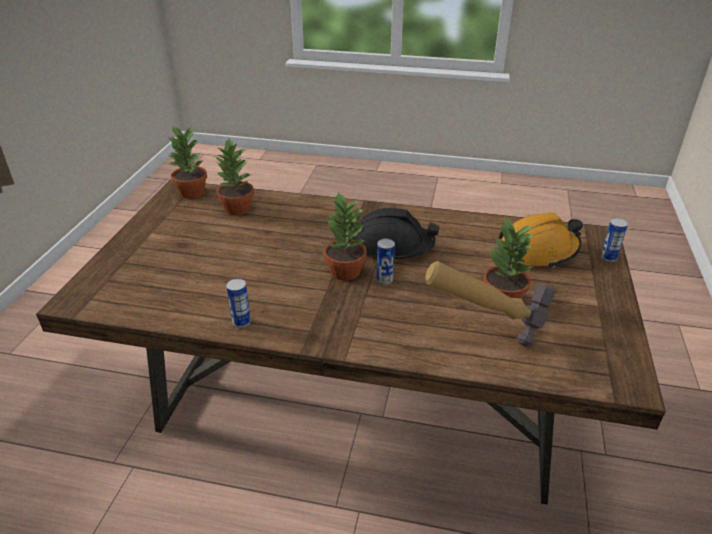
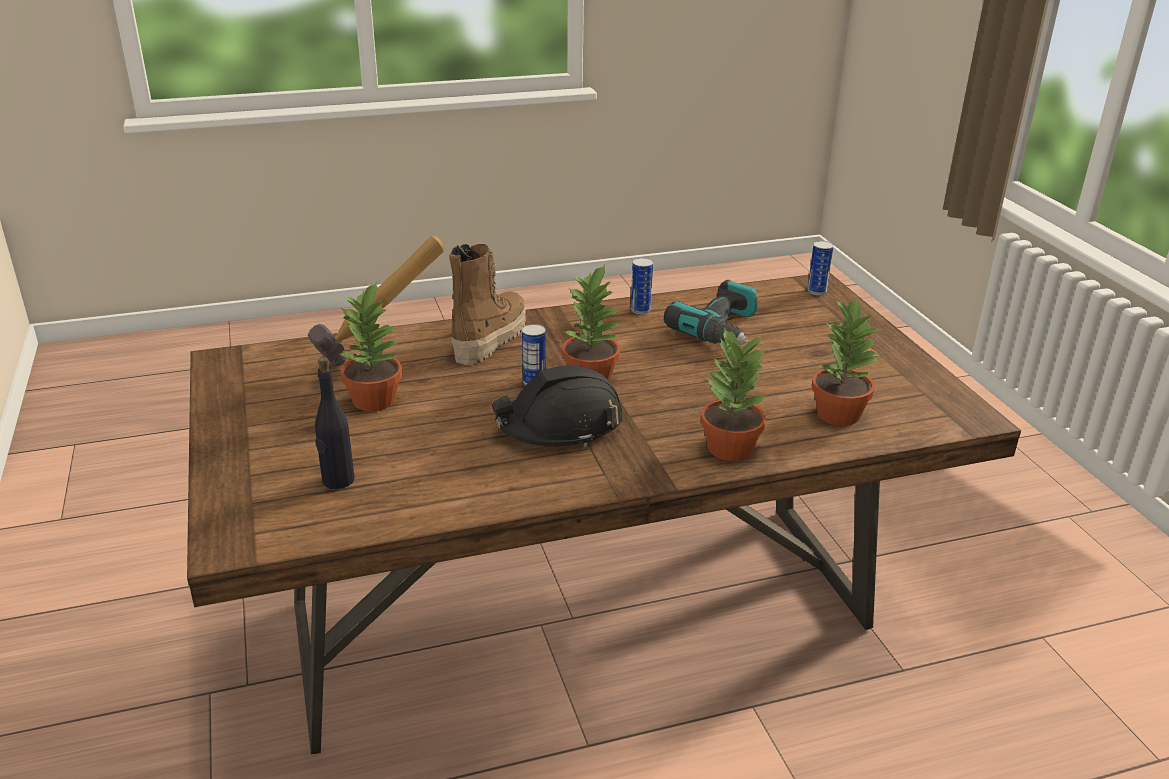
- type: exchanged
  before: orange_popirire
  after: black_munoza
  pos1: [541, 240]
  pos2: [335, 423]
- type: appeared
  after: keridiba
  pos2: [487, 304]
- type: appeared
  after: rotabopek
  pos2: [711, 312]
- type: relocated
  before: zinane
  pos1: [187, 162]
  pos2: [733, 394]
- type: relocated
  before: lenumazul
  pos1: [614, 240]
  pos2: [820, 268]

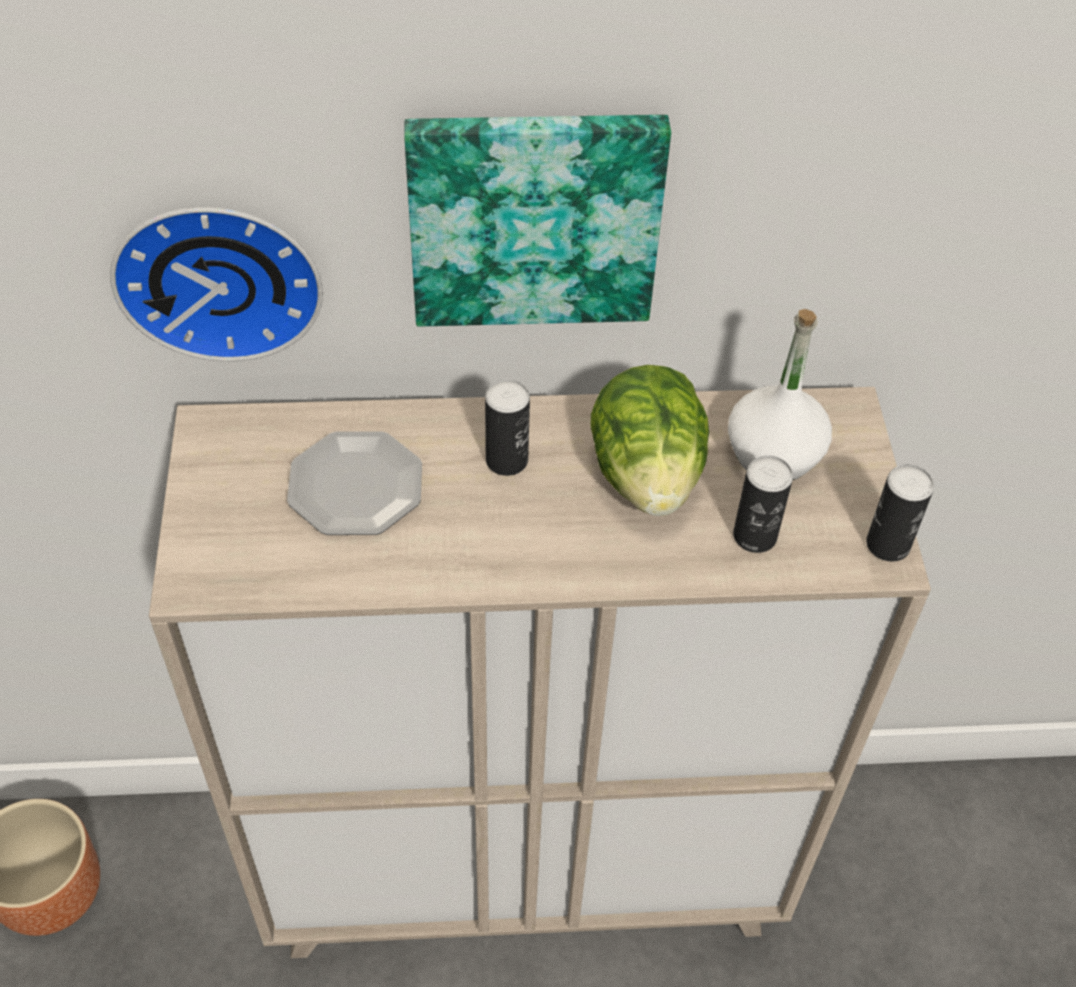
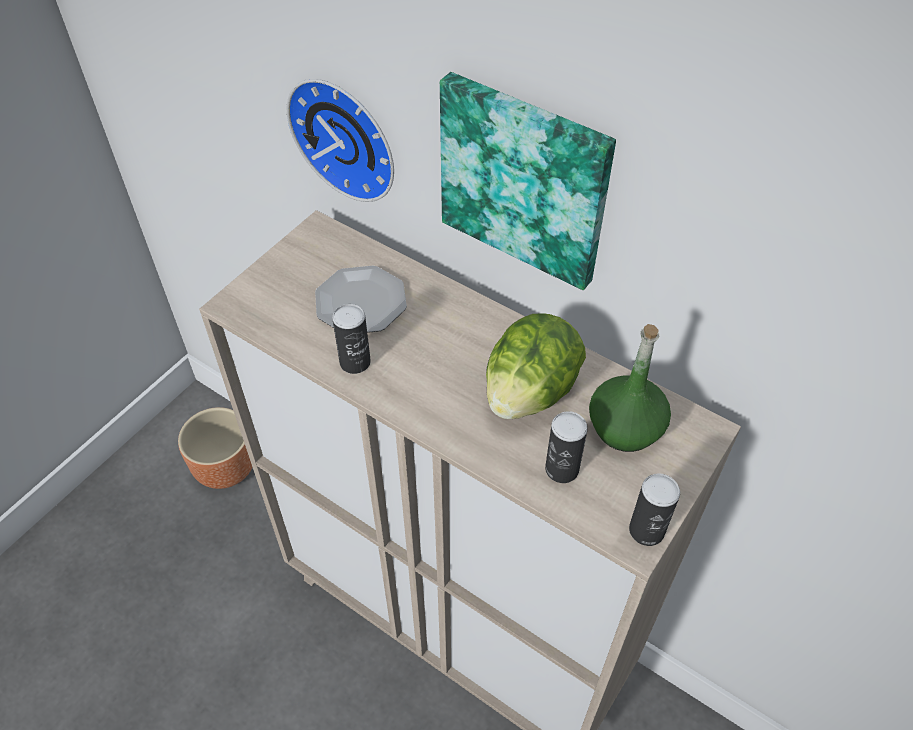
- type: relocated
  before: lenumazul
  pos1: [507, 427]
  pos2: [351, 339]
- type: colour
  before: white_munoza
  after: green_munoza
  pos1: [780, 394]
  pos2: [630, 388]

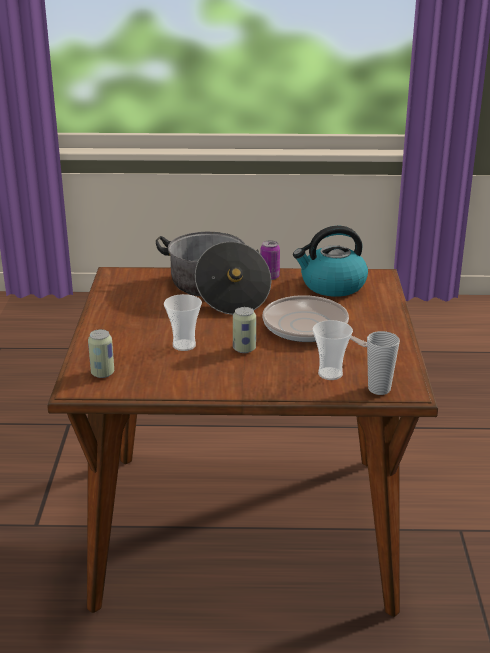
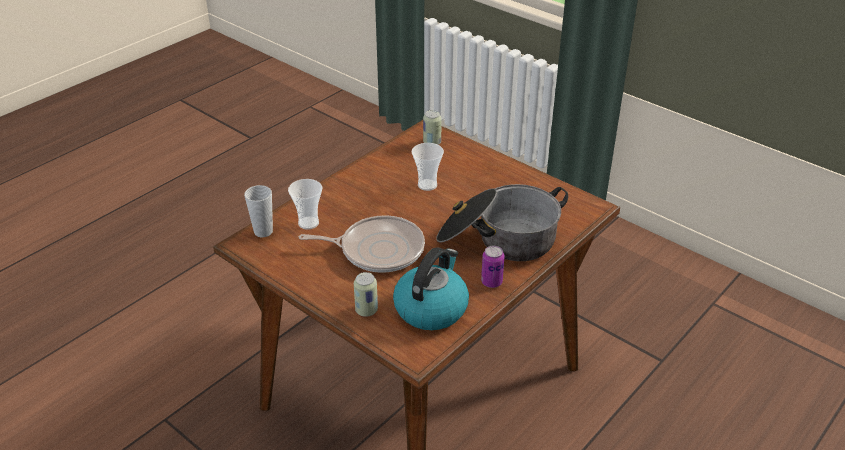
- type: relocated
  before: lenumazul
  pos1: [244, 330]
  pos2: [366, 294]

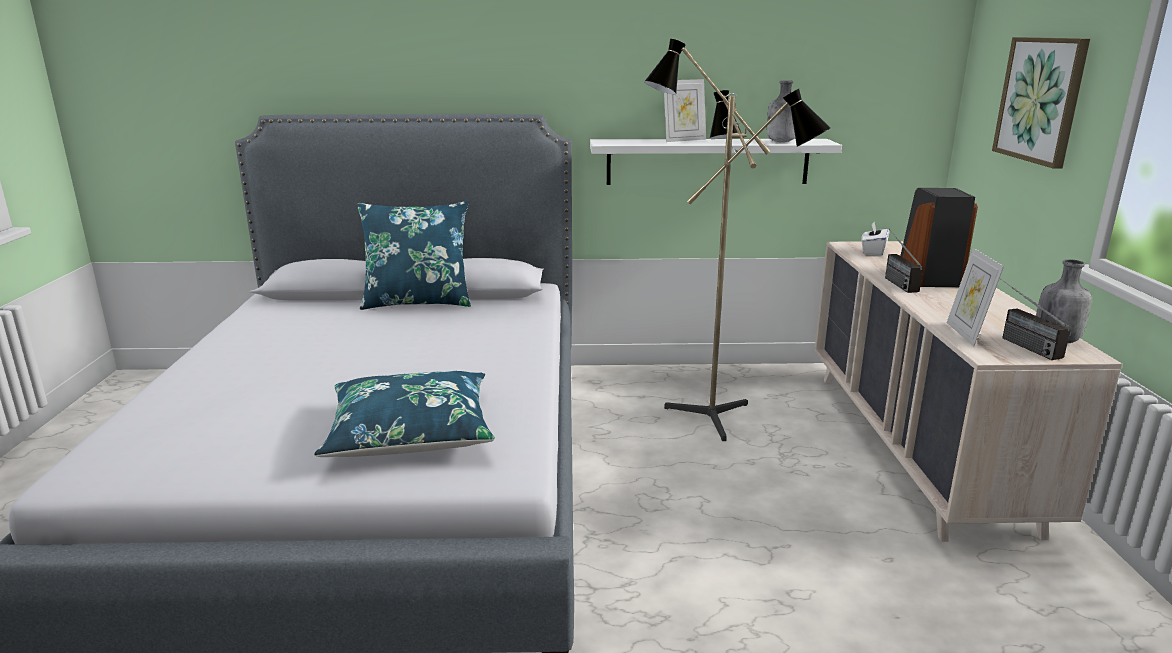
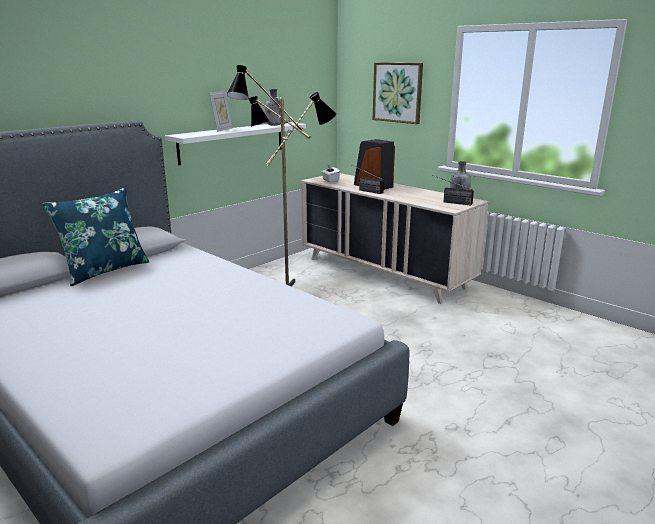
- type: missing
  before: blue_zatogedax
  pos1: [404, 414]
- type: missing
  before: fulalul
  pos1: [975, 297]

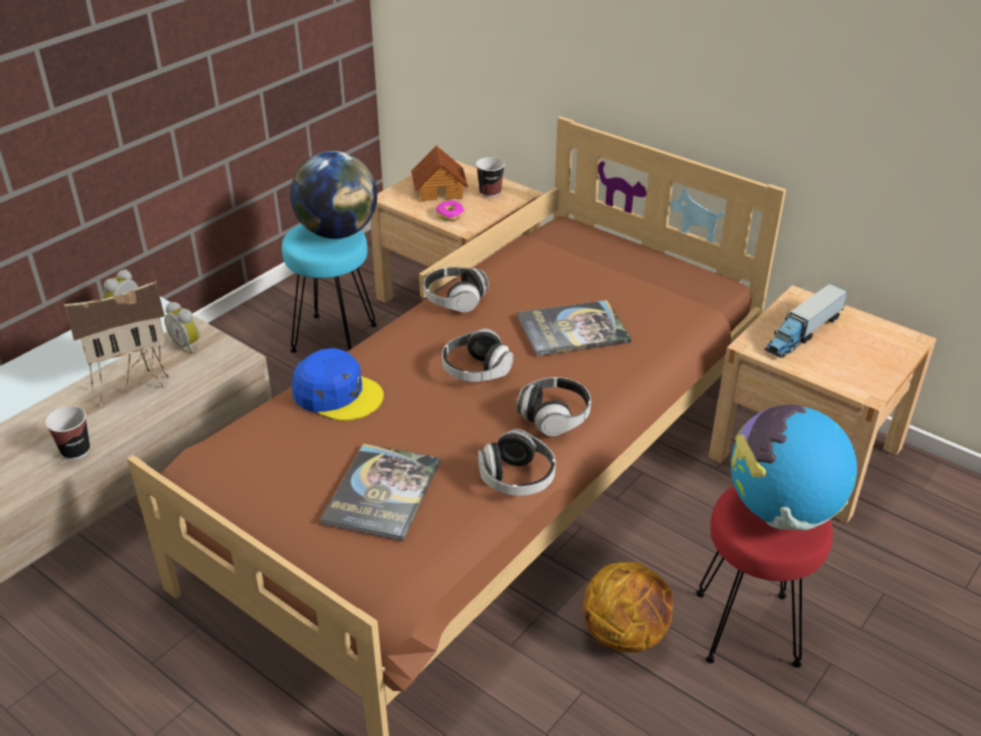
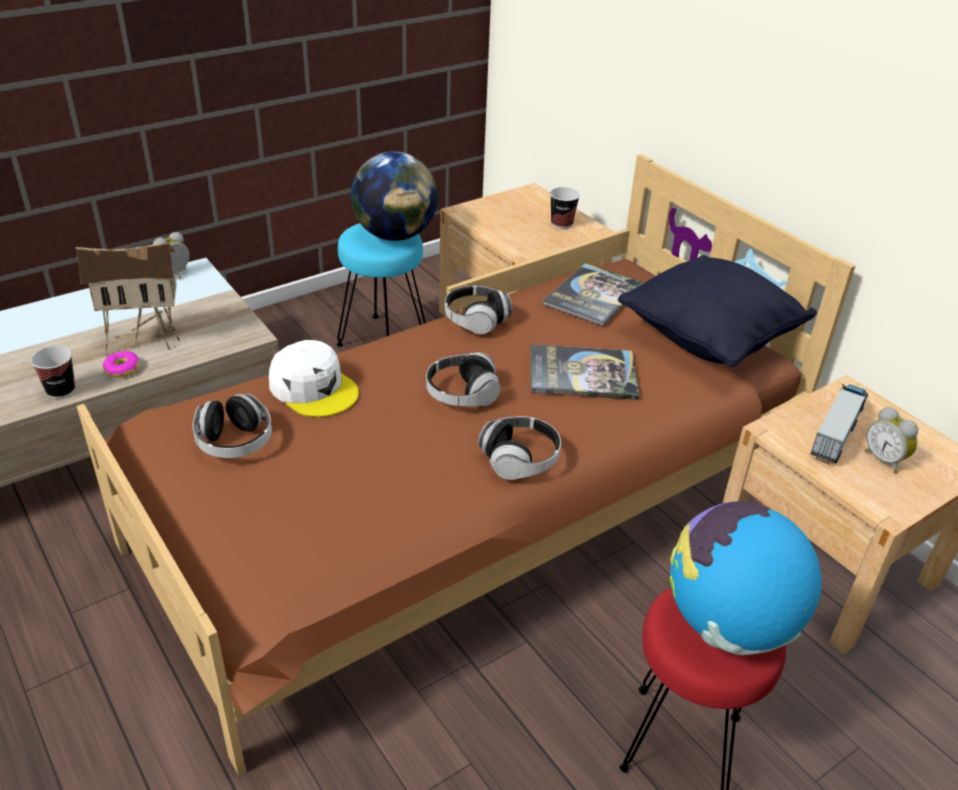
- type: relocated
  before: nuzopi
  pos1: [450, 210]
  pos2: [121, 364]
- type: relocated
  before: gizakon
  pos1: [517, 462]
  pos2: [232, 426]
- type: colour
  before: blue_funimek
  after: white_funimek
  pos1: [338, 384]
  pos2: [314, 378]
- type: relocated
  before: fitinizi
  pos1: [380, 492]
  pos2: [593, 294]
- type: appeared
  after: black_zatogedax
  pos2: [717, 311]
- type: spun
  before: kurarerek
  pos1: [806, 320]
  pos2: [839, 424]
  turn: 150
- type: relocated
  before: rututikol
  pos1: [182, 327]
  pos2: [891, 440]
- type: missing
  before: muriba
  pos1: [439, 173]
- type: missing
  before: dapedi
  pos1: [628, 607]

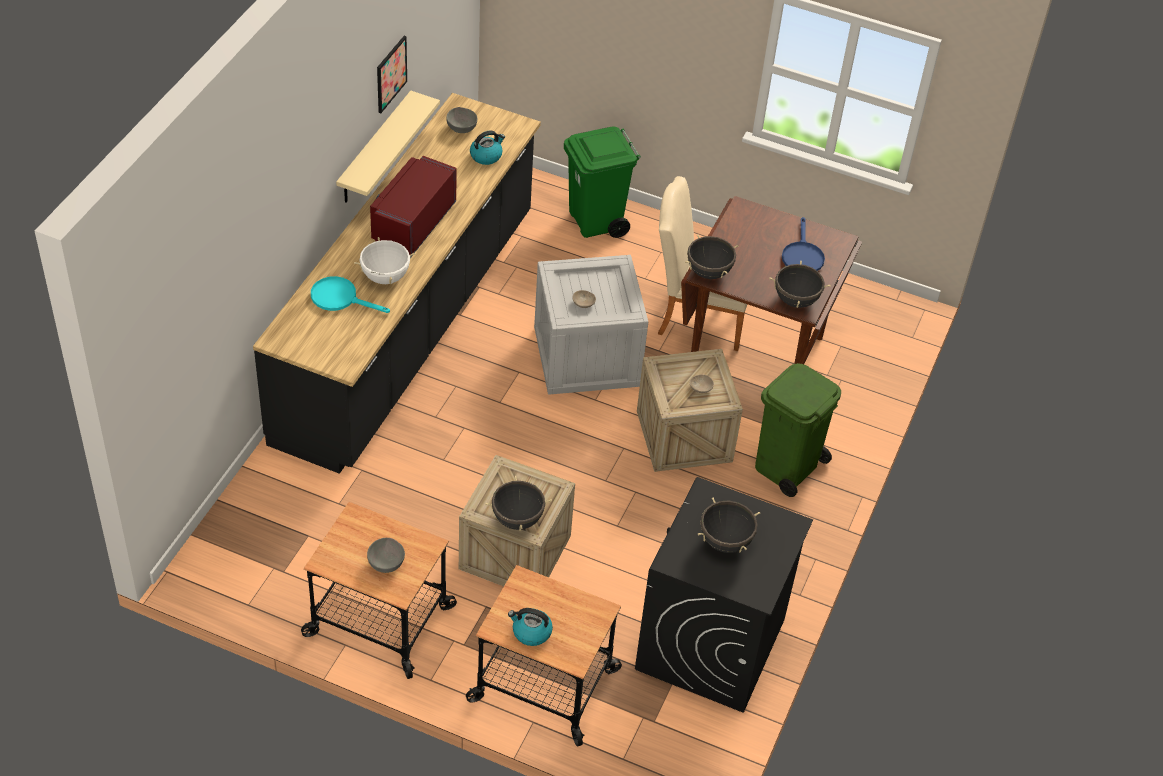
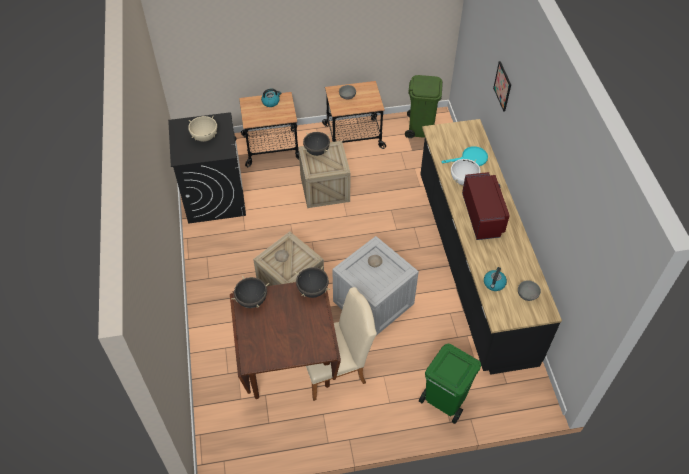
- type: colour
  before: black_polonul
  after: beige_polonul
  pos1: [729, 525]
  pos2: [202, 129]
- type: relocated
  before: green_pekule
  pos1: [798, 430]
  pos2: [424, 106]
- type: relocated
  before: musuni
  pos1: [392, 74]
  pos2: [502, 86]
- type: missing
  before: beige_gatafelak
  pos1: [388, 147]
- type: missing
  before: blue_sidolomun
  pos1: [803, 244]

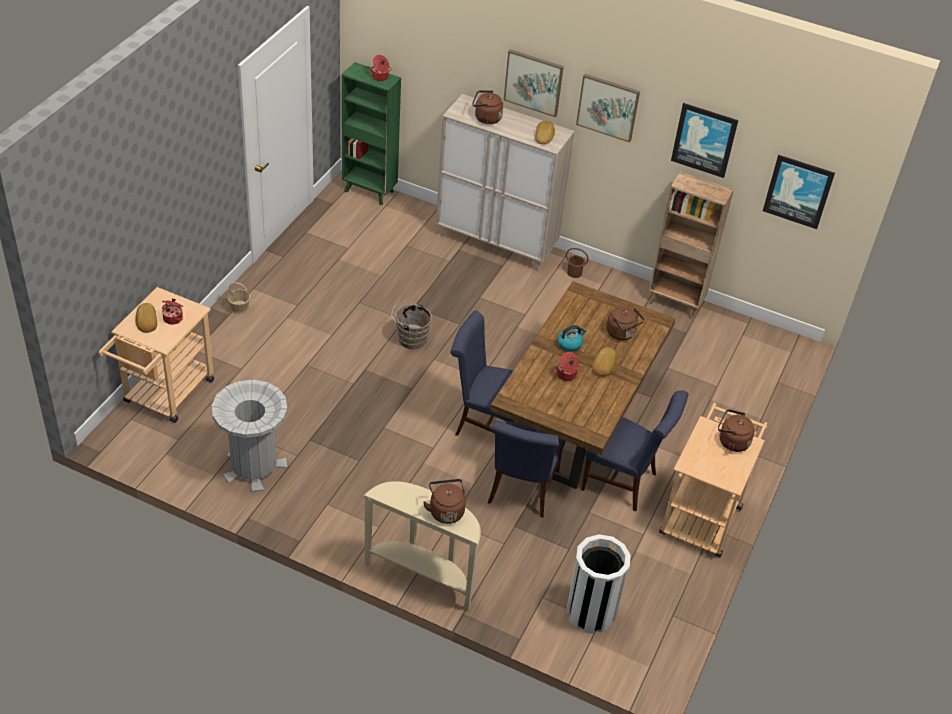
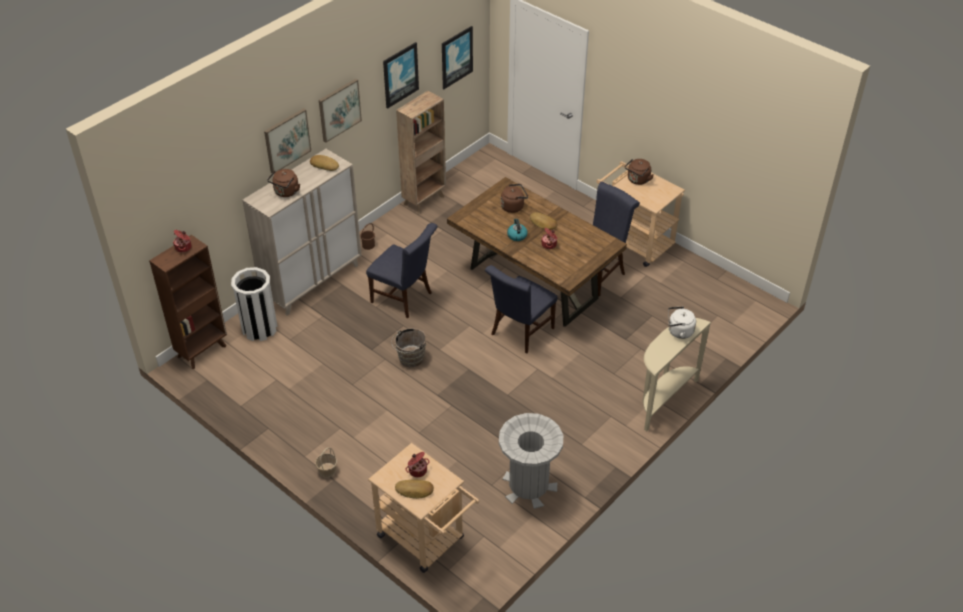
- type: colour
  before: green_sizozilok
  after: brown_sizozilok
  pos1: [371, 133]
  pos2: [188, 302]
- type: relocated
  before: white_pekule
  pos1: [598, 584]
  pos2: [254, 304]
- type: relocated
  before: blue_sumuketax
  pos1: [527, 469]
  pos2: [402, 270]
- type: colour
  before: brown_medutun
  after: white_medutun
  pos1: [444, 501]
  pos2: [682, 322]

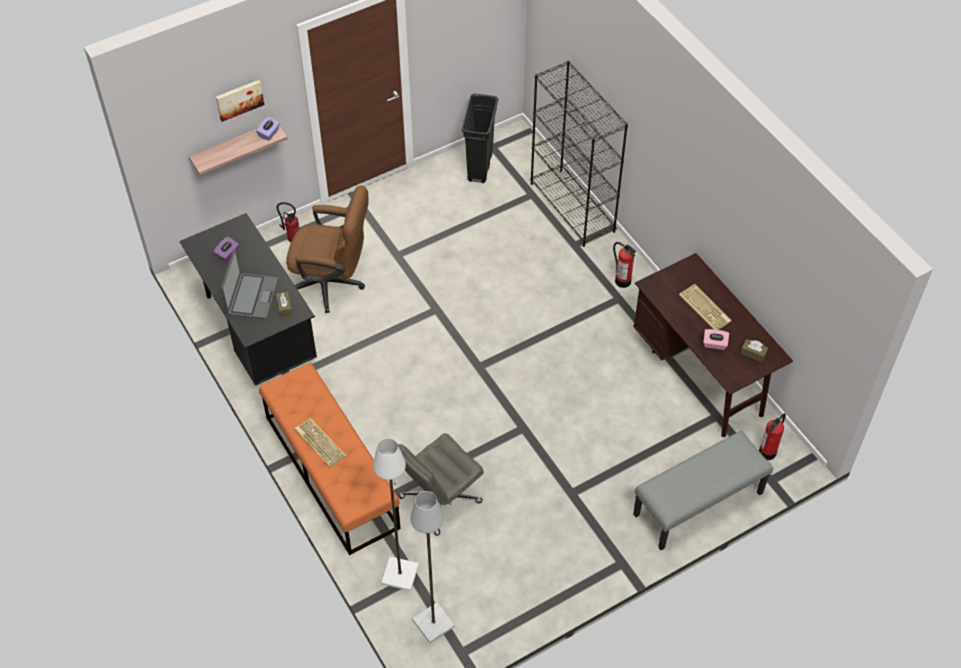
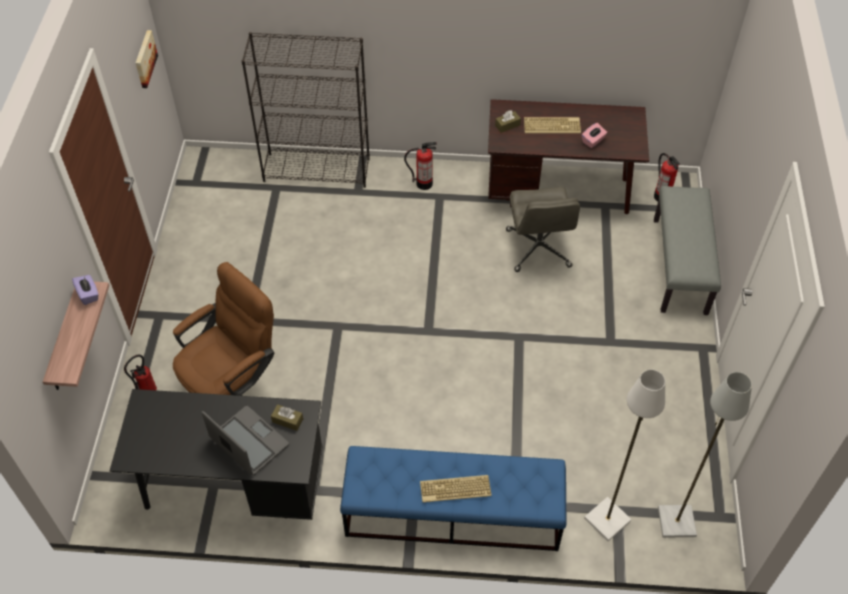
- type: relocated
  before: musuni
  pos1: [240, 101]
  pos2: [147, 59]
- type: colour
  before: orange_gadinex
  after: blue_gadinex
  pos1: [330, 459]
  pos2: [453, 498]
- type: relocated
  before: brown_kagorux
  pos1: [754, 350]
  pos2: [508, 121]
- type: relocated
  before: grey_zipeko
  pos1: [441, 484]
  pos2: [543, 229]
- type: missing
  before: purple_kagorux
  pos1: [226, 249]
- type: missing
  before: black_pekule
  pos1: [480, 138]

